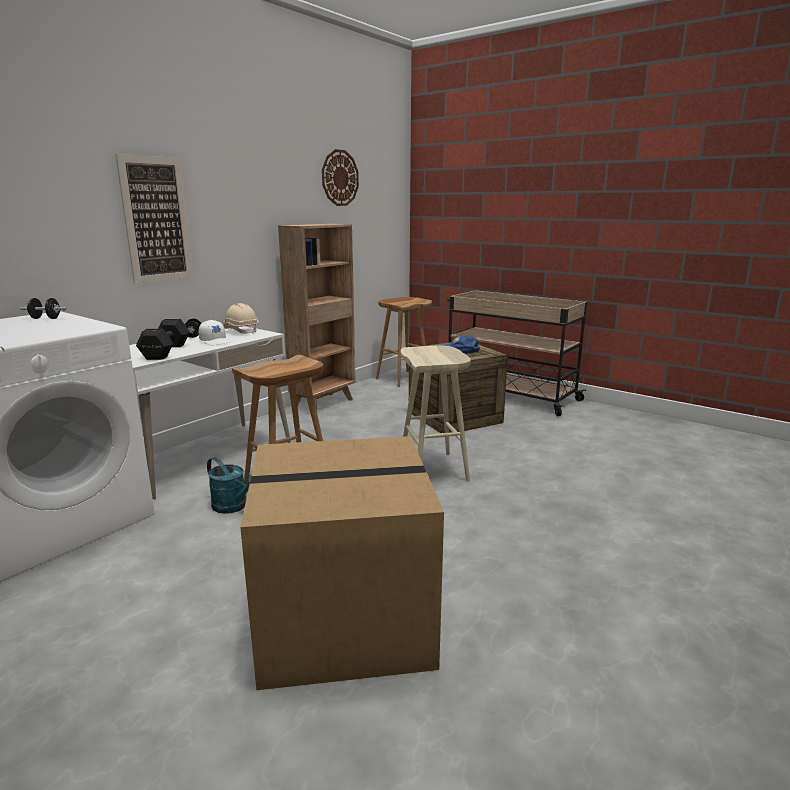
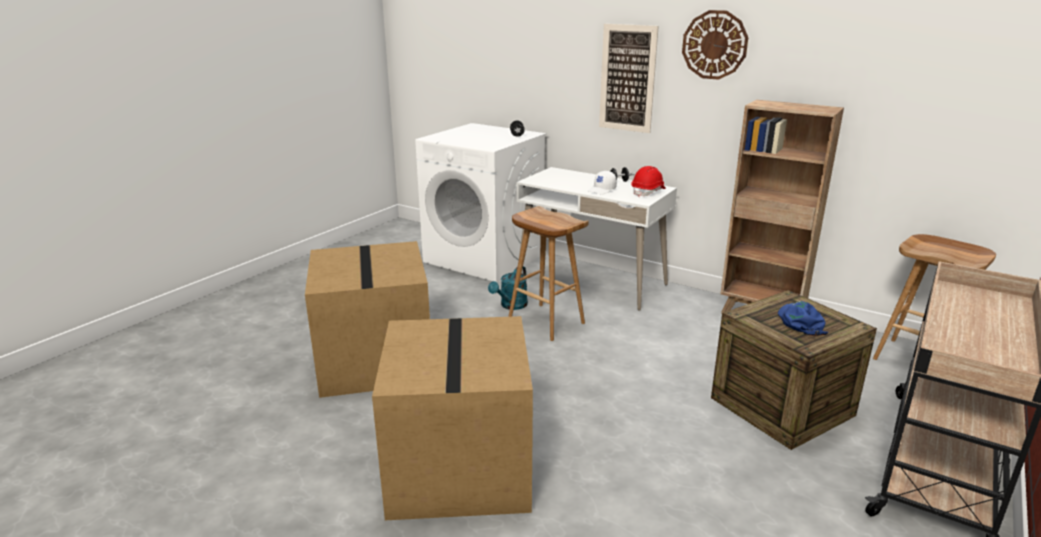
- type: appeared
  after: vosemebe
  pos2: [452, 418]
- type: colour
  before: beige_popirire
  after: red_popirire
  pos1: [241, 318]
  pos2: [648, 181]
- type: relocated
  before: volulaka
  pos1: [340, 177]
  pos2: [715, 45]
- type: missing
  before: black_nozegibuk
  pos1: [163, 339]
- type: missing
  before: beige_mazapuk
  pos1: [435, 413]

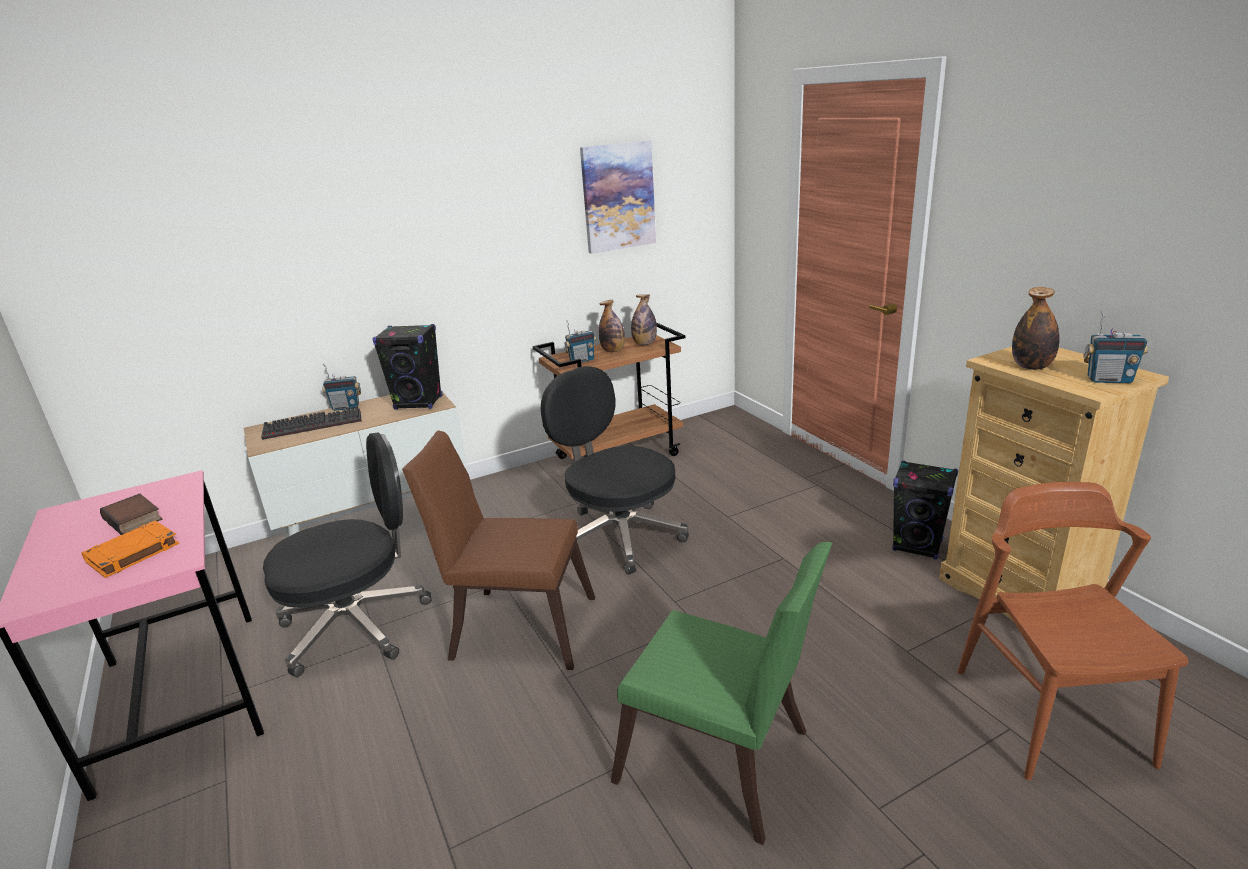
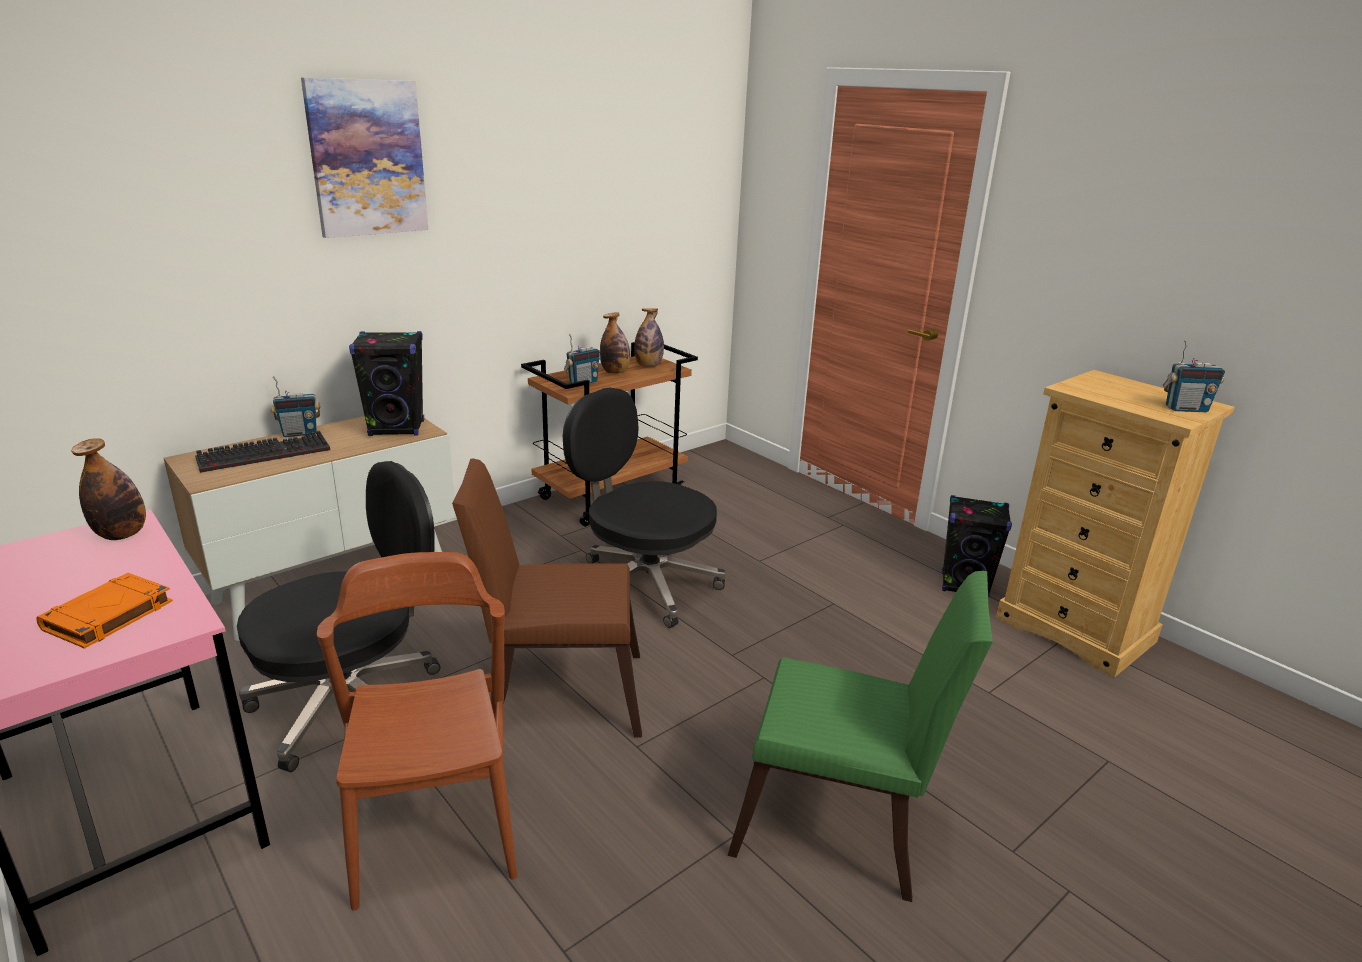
- type: relocated
  before: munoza
  pos1: [1036, 328]
  pos2: [108, 489]
- type: relocated
  before: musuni
  pos1: [618, 197]
  pos2: [364, 157]
- type: relocated
  before: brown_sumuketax
  pos1: [1073, 631]
  pos2: [417, 731]
- type: missing
  before: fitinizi
  pos1: [131, 514]

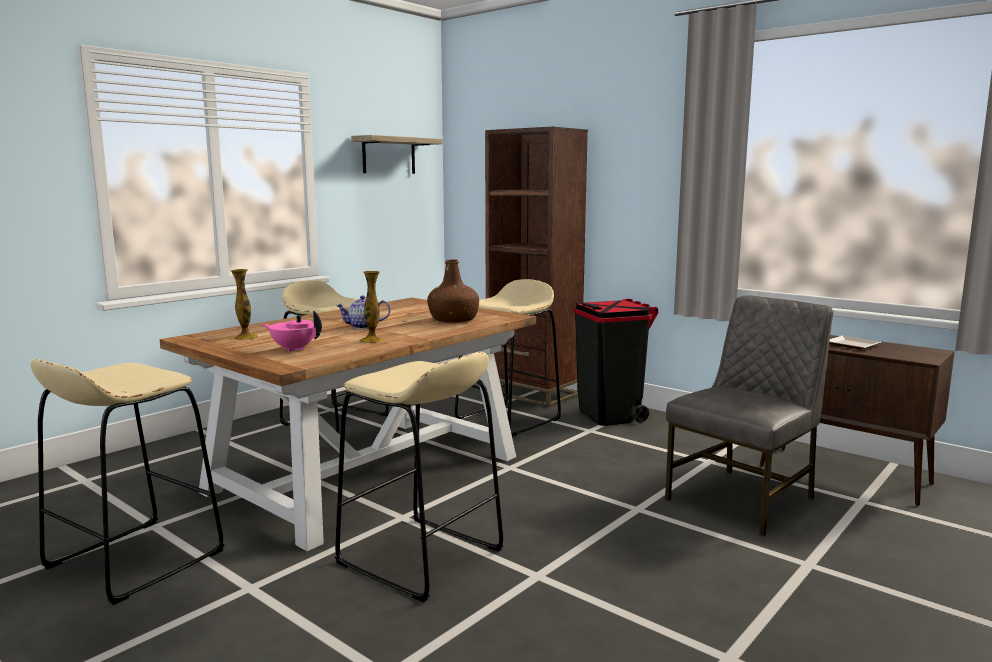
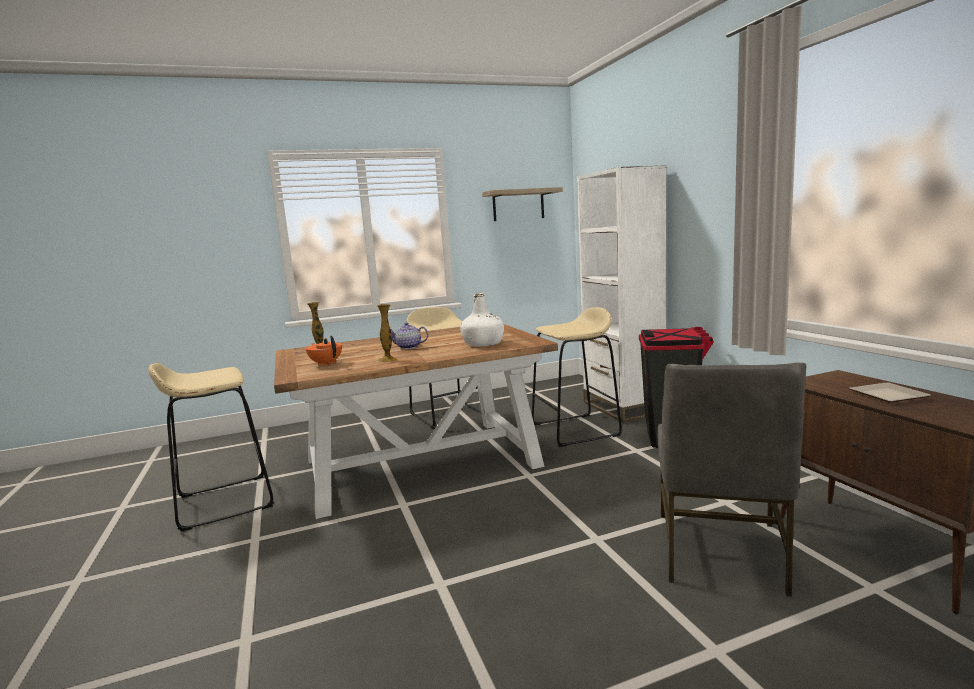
- type: colour
  before: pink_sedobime
  after: orange_sedobime
  pos1: [292, 331]
  pos2: [324, 351]
- type: colour
  before: brown_munoza
  after: white_munoza
  pos1: [453, 290]
  pos2: [482, 320]
- type: colour
  before: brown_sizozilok
  after: white_sizozilok
  pos1: [536, 267]
  pos2: [621, 294]
- type: spun
  before: grey_sumuketax
  pos1: [749, 415]
  pos2: [731, 479]
  turn: 120
- type: missing
  before: beige_mazapuk
  pos1: [419, 477]

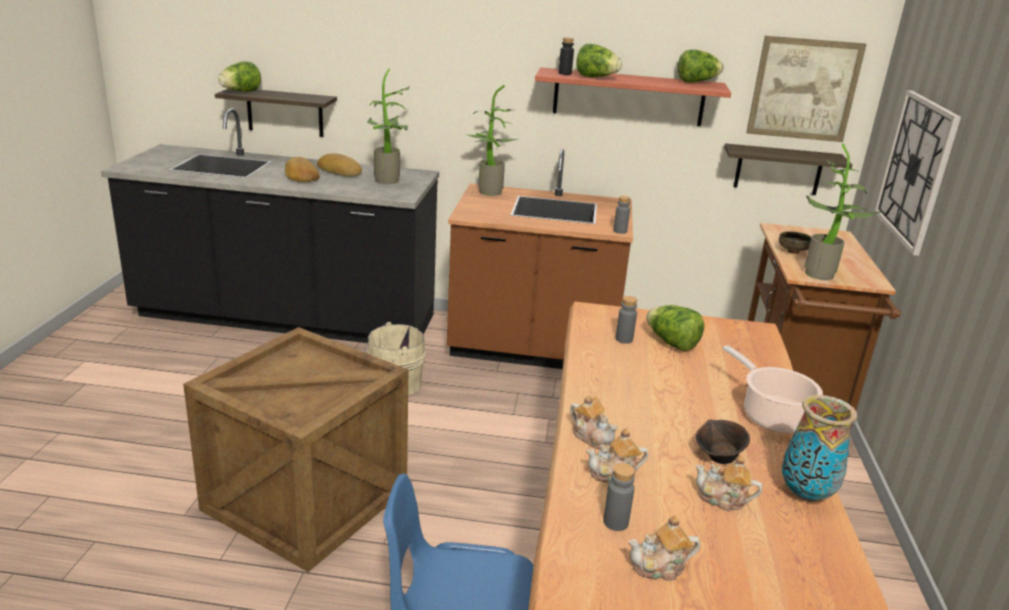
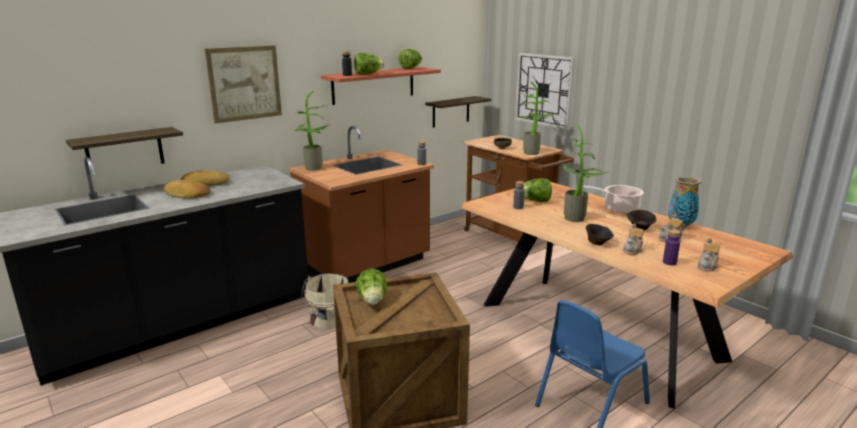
- type: relocated
  before: musuni
  pos1: [806, 89]
  pos2: [243, 84]
- type: relocated
  before: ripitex
  pos1: [239, 76]
  pos2: [371, 287]
- type: relocated
  before: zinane
  pos1: [388, 126]
  pos2: [585, 173]
- type: exchanged
  before: sedobime
  after: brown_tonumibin
  pos1: [594, 422]
  pos2: [600, 234]
- type: colour
  before: grey_munoza
  after: purple_munoza
  pos1: [619, 497]
  pos2: [671, 247]

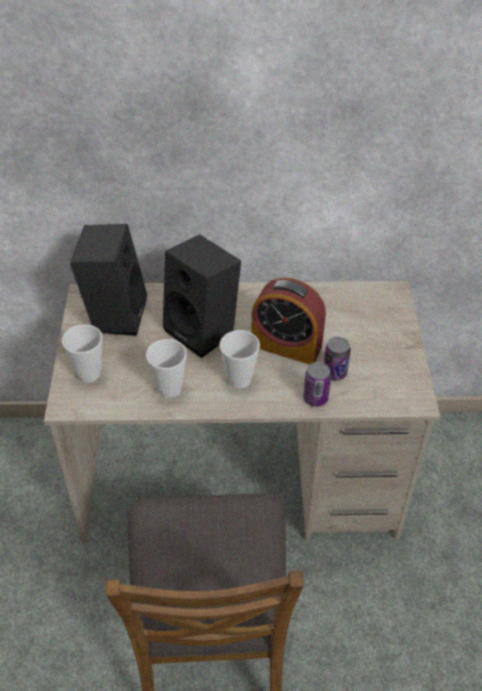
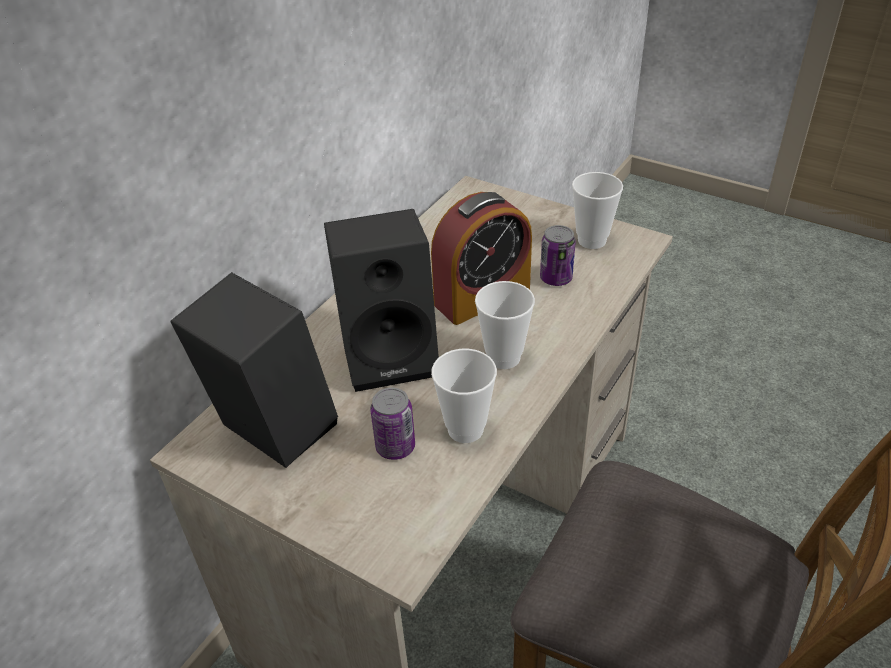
- type: relocated
  before: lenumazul
  pos1: [317, 384]
  pos2: [392, 424]
- type: relocated
  before: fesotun
  pos1: [82, 353]
  pos2: [597, 210]

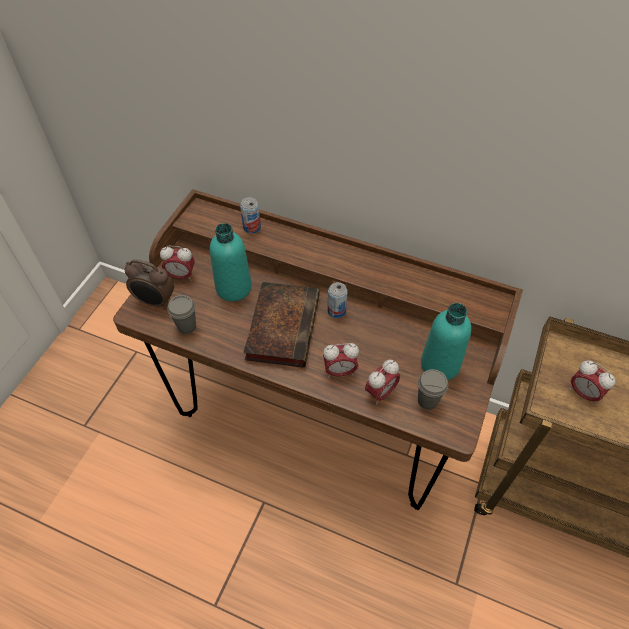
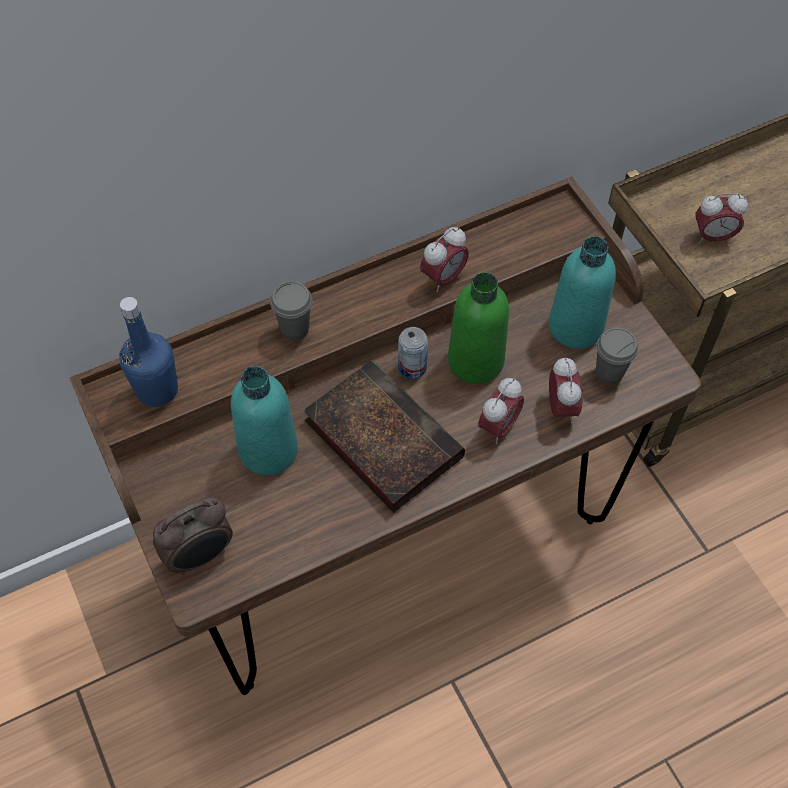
- type: appeared
  after: blue_munoza
  pos2: [148, 352]
- type: relocated
  before: grey_fesotun
  pos1: [181, 314]
  pos2: [291, 311]
- type: relocated
  before: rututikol
  pos1: [177, 263]
  pos2: [444, 259]
- type: appeared
  after: green_munoza
  pos2: [478, 328]
- type: missing
  before: lenumazul
  pos1: [250, 215]

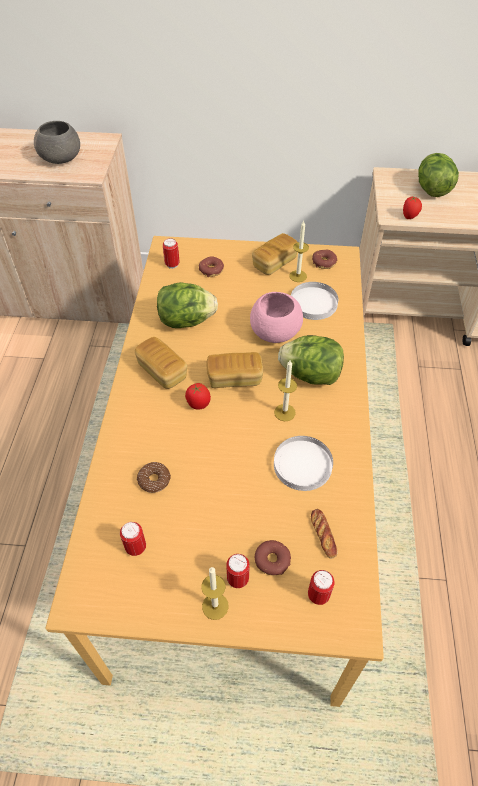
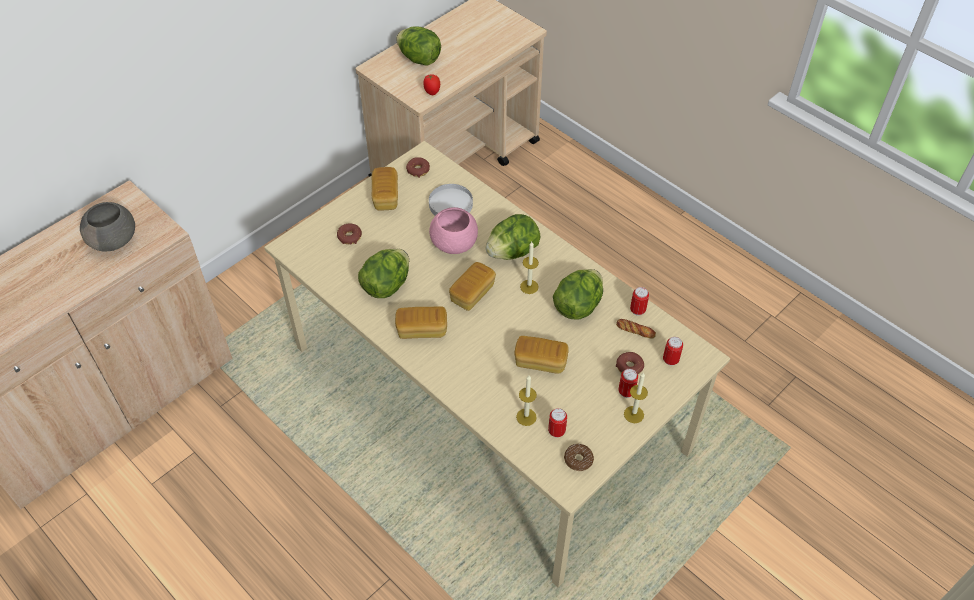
- type: colour
  before: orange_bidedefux
  after: beige_bidedefux
  pos1: [214, 471]
  pos2: [497, 364]
- type: appeared
  after: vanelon
  pos2: [541, 355]
- type: relocated
  before: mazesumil
  pos1: [299, 251]
  pos2: [526, 400]
- type: exchanged
  before: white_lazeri
  after: ripitex
  pos1: [303, 463]
  pos2: [578, 294]
- type: relocated
  before: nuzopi
  pos1: [154, 477]
  pos2: [579, 457]
- type: relocated
  before: lenumazul
  pos1: [171, 253]
  pos2: [639, 301]
- type: missing
  before: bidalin
  pos1: [198, 396]

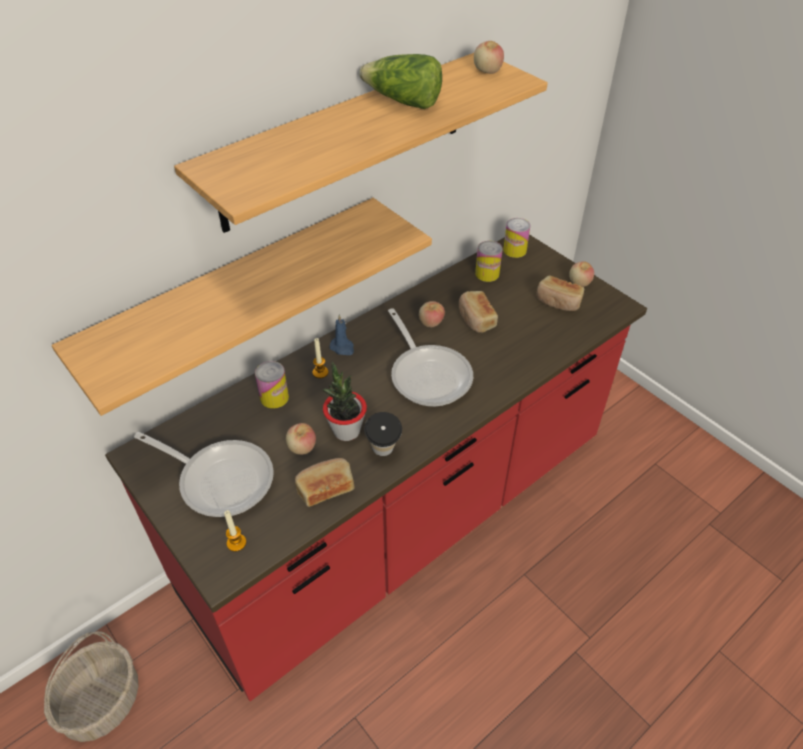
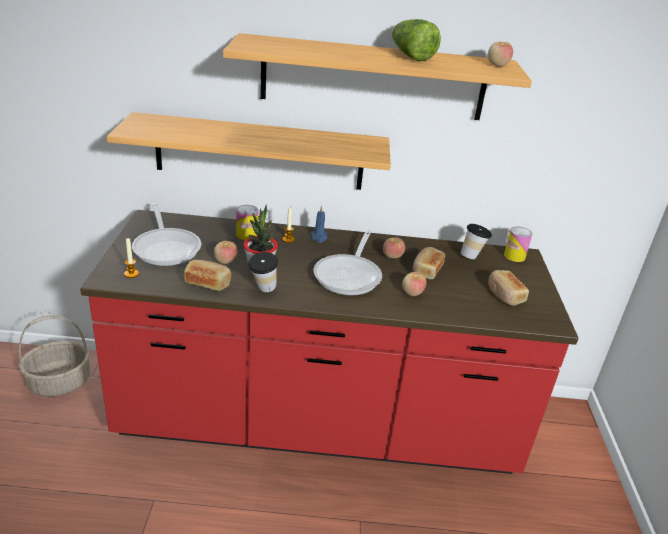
- type: relocated
  before: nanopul
  pos1: [581, 274]
  pos2: [414, 284]
- type: exchanged
  before: lenumazul
  after: fesotun
  pos1: [489, 261]
  pos2: [476, 241]

